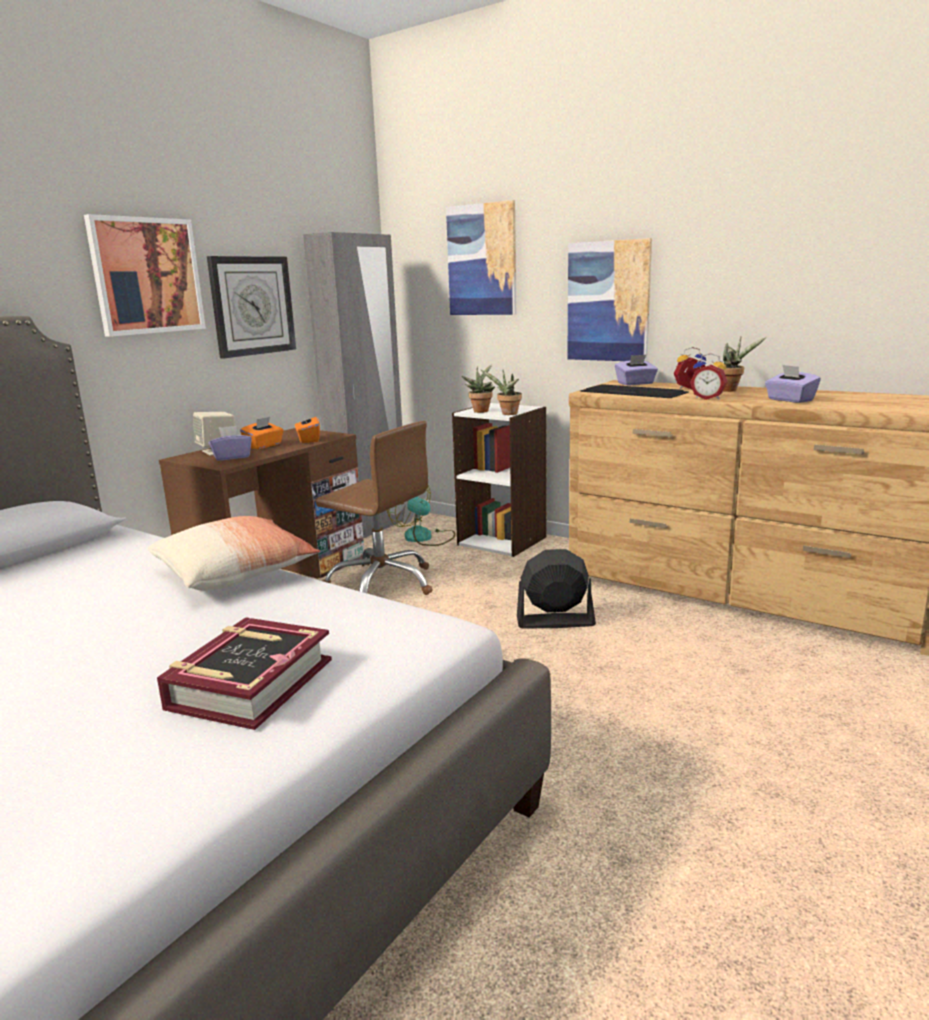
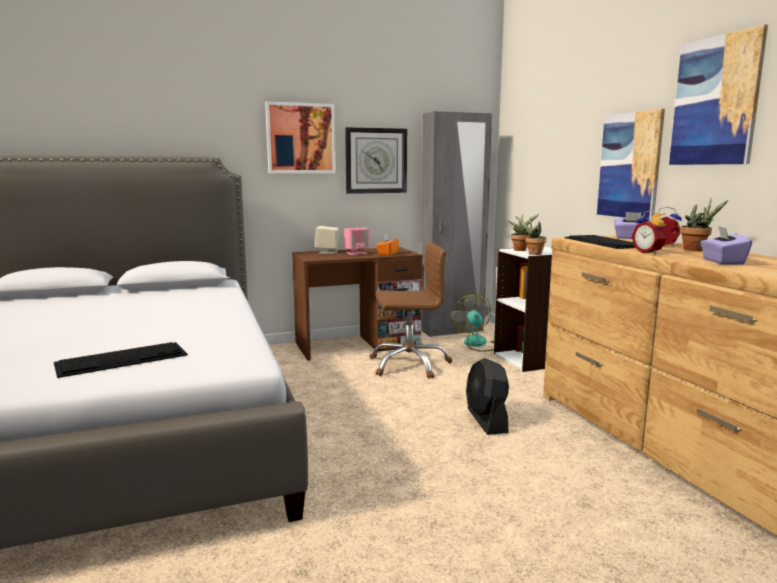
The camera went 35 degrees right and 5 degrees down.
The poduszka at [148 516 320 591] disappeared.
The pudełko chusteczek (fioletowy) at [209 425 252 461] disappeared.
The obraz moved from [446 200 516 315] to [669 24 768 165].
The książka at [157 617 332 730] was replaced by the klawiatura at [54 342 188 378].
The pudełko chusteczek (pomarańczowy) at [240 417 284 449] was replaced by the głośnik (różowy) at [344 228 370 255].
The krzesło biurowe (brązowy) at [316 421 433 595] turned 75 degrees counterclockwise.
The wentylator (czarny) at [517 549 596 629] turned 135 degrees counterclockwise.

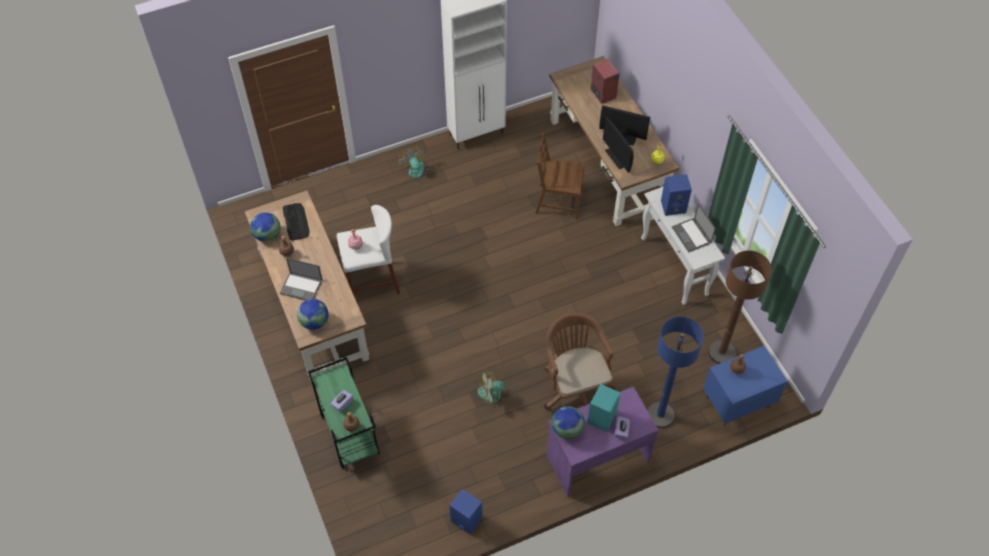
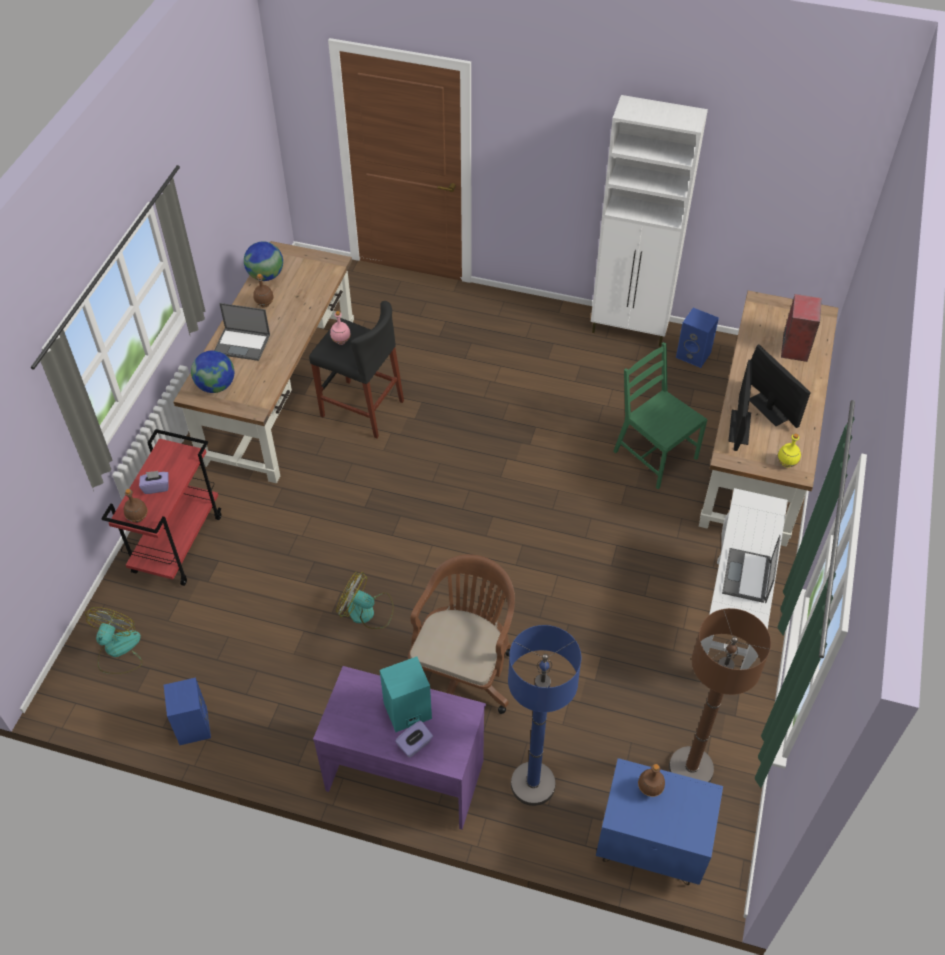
The camera went 40 degrees right and 5 degrees down.
The klawiatura at [283 203 310 240] disappeared.
The globus at [552 406 585 439] disappeared.
The wentylator moved from [398 147 437 186] to [85 607 143 674].
The głośnik (niebieski) moved from [661 174 692 216] to [676 308 719 368].
The wózek (zielony) at [308 357 380 469] became the wózek (czerwony) at [101 429 222 586].
The stołek (biały) at [337 205 400 295] became the stołek (czarny) at [309 301 404 439].
The krzesło (brązowy) at [535 133 585 220] became the krzesło (zielony) at [613 342 707 489].
The laptop at [280 258 323 301] turned 45 degrees counterclockwise.

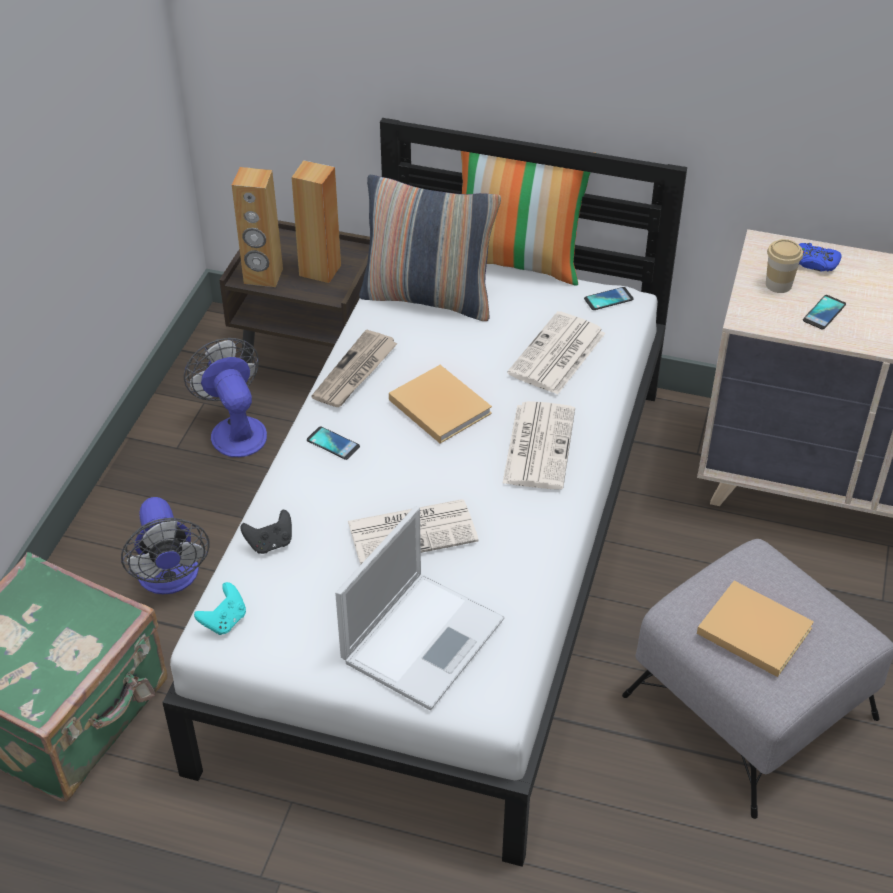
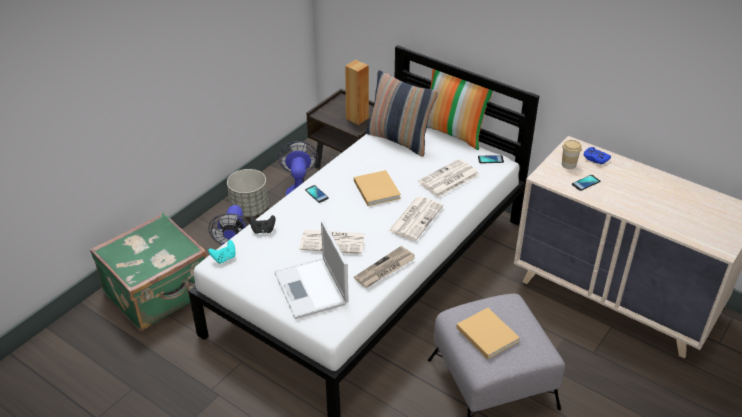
The camera went 20 degrees right and 5 degrees down.
The głośnik (brązowy) at [232 167 283 287] disappeared.
The donica (szary) at [227 169 268 217] appeared.
The gazeta moved from [311 330 398 407] to [354 246 415 288].
The laptop at [335 506 505 710] turned 105 degrees clockwise.

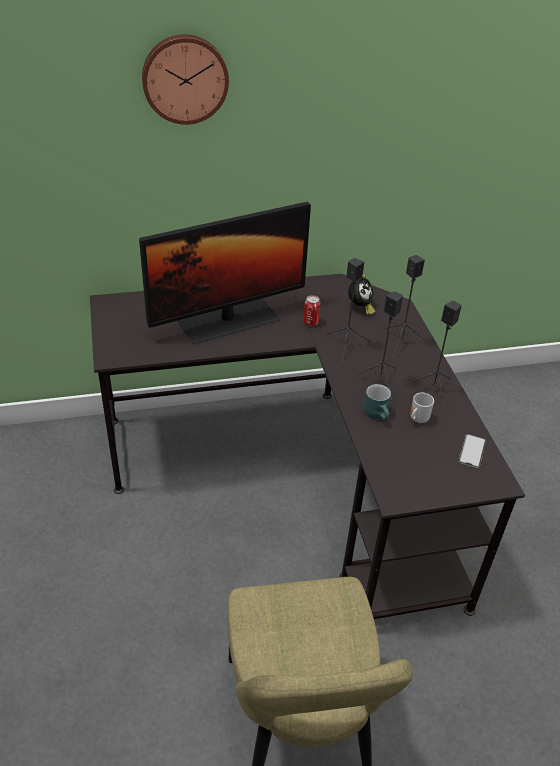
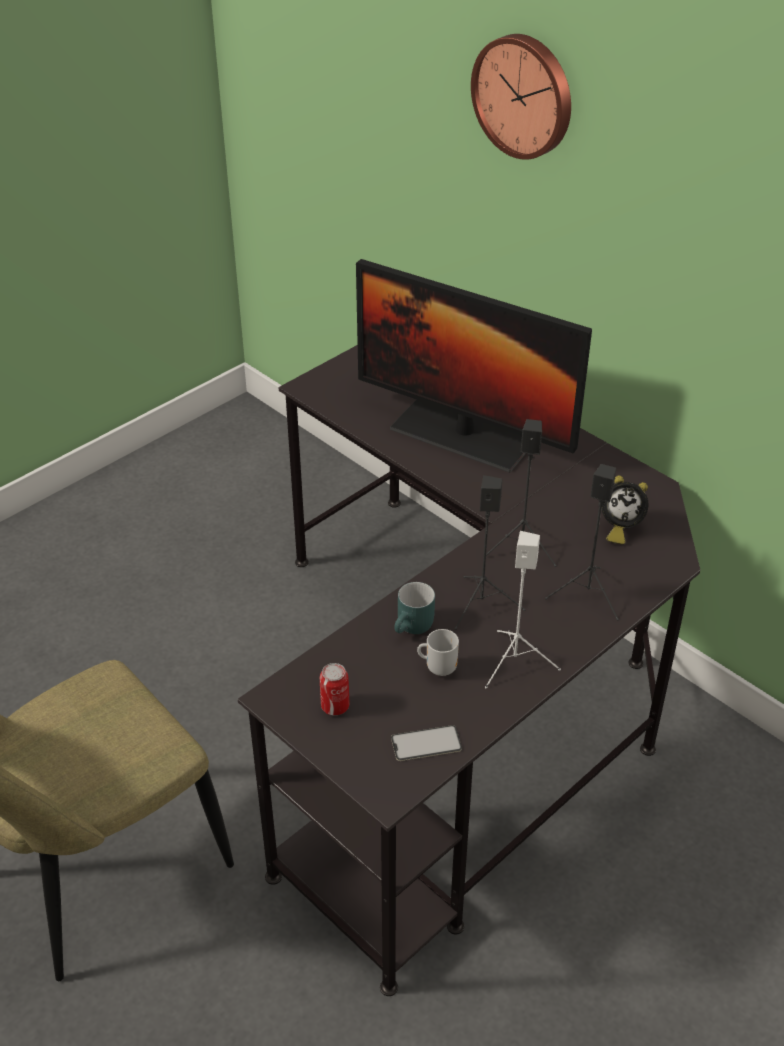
The camera went 60 degrees right and 0 degrees up.
The puszka moved from [303 295 321 326] to [320 663 350 715].
The głośnik (czarny) at [404 301 462 410] became the głośnik (biały) at [485 531 561 688].

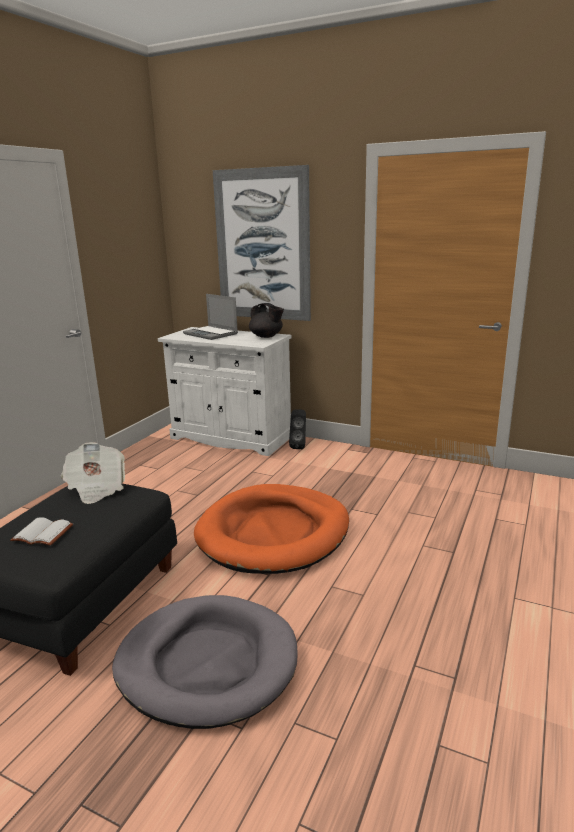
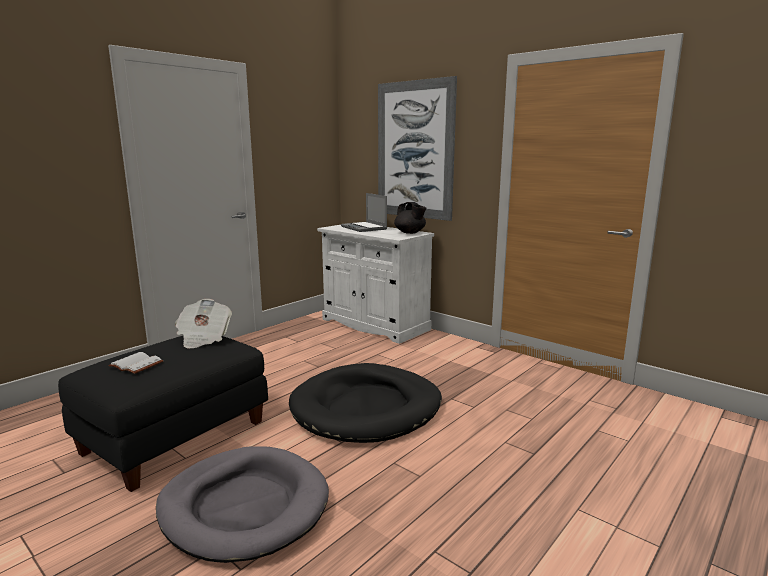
The camera went 15 degrees right and 5 degrees down.
The głośnik (czarny) at [289 409 306 449] disappeared.
The legowisko (pomarańczowy) at [194 484 349 574] became the legowisko (czarny) at [289 363 442 443].

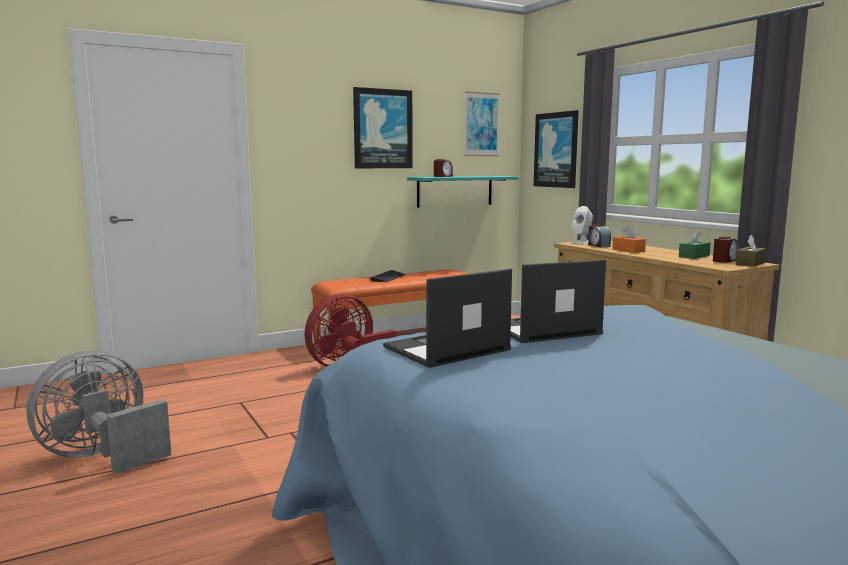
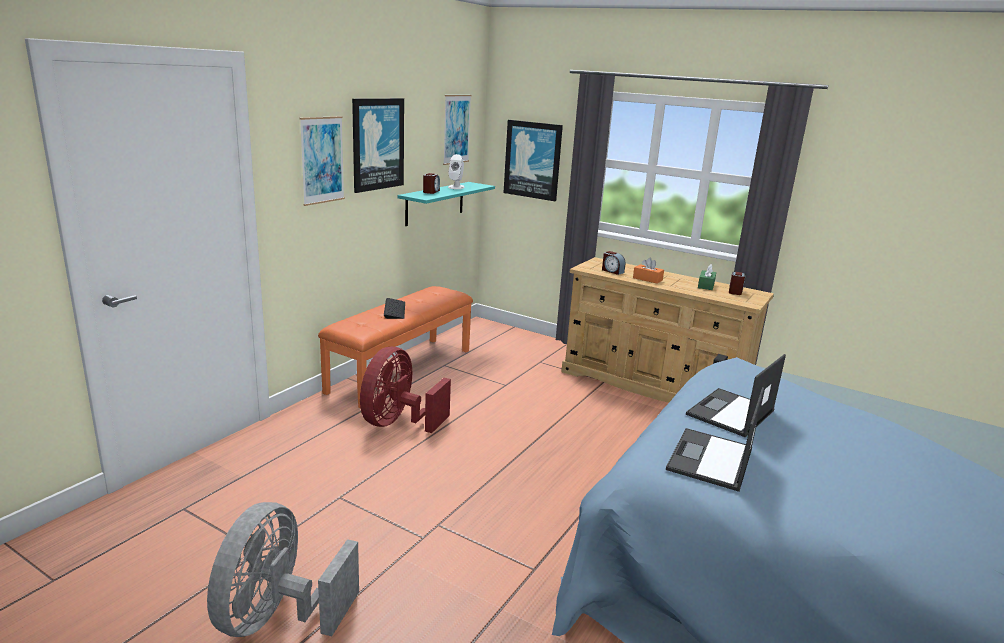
The camera went 30 degrees left and 10 degrees up.
The pudełko chusteczek (brązowy) at [735 235 766 267] disappeared.
The obraz at [299 116 345 206] appeared.
The głośnik (biały) moved from [572 206 593 244] to [448 154 464 189].

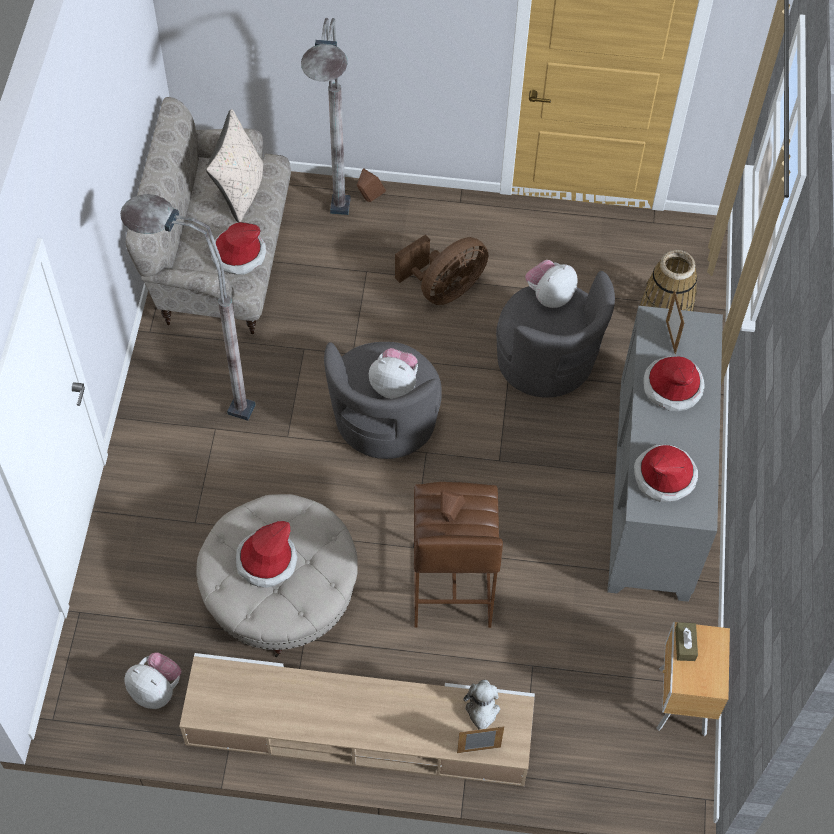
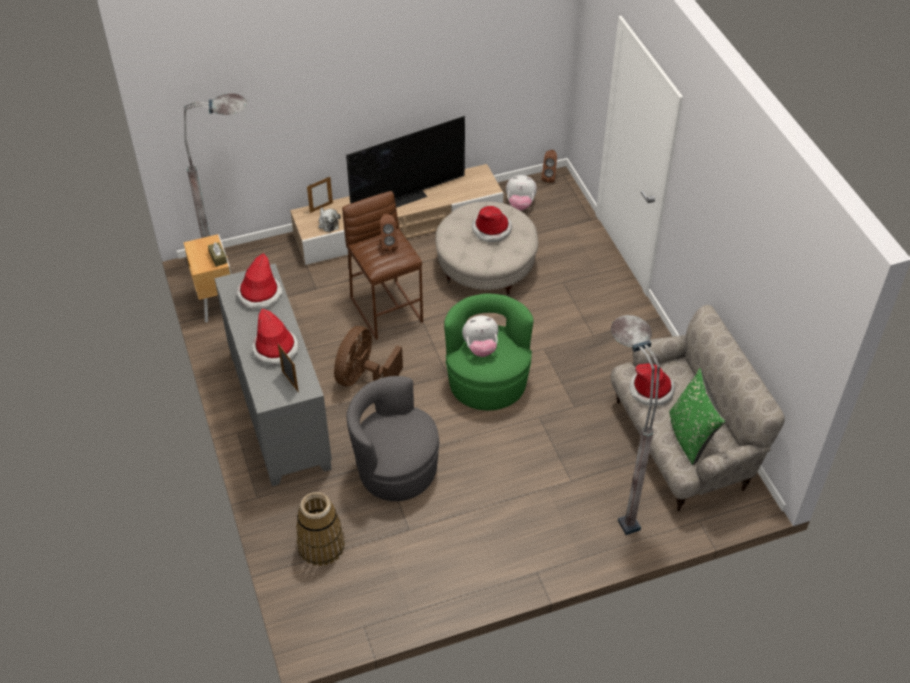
The camera went 155 degrees right and 10 degrees down.
The pluszak at [525 260 578 308] disappeared.
The telewizor at [346 115 465 208] appeared.
The lampa stojąca (szary) moved from [120 194 256 421] to [184 93 247 238].
The głośnik (brązowy) moved from [357 168 386 202] to [542 150 557 183].
The wentylator (brązowy) moved from [395 235 488 305] to [334 326 403 386].
The poduszka (beżowy) at [206 109 263 223] became the poduszka (zielony) at [669 368 726 465].
The fotel (szary) at [324 342 442 459] became the fotel (zielony) at [444 293 534 410].

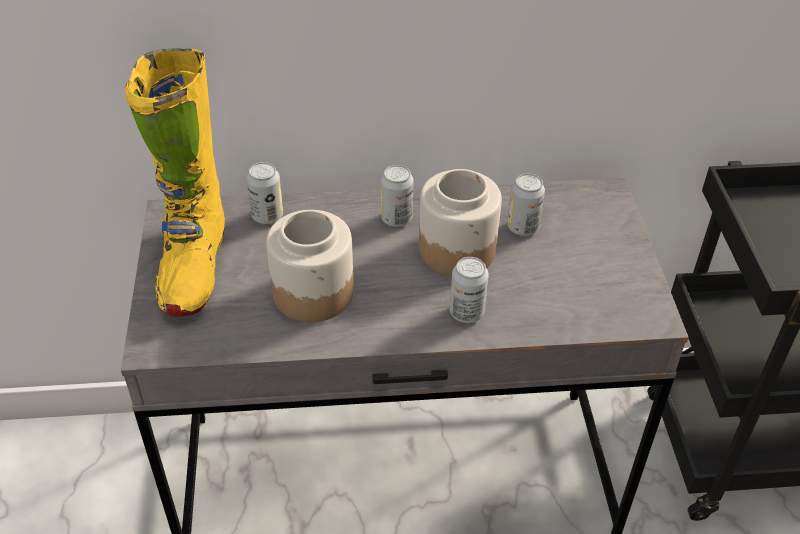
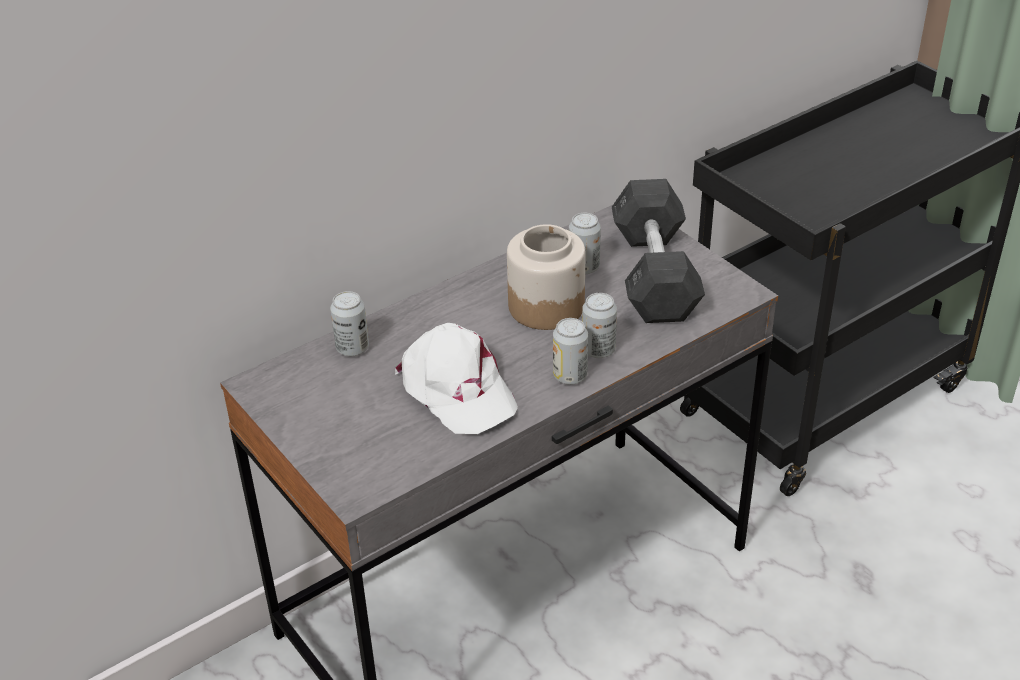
The camera went 30 degrees left and 5 degrees down.
The but z cholewką (żółty) at [125 48 225 317] disappeared.
The hantel (szary) at [612 179 705 323] appeared.
The puszka moved from [381 165 414 227] to [553 318 588 385].
The słoik at [266 210 354 322] was replaced by the czapka z daszkiem (biały) at [394 323 518 434].

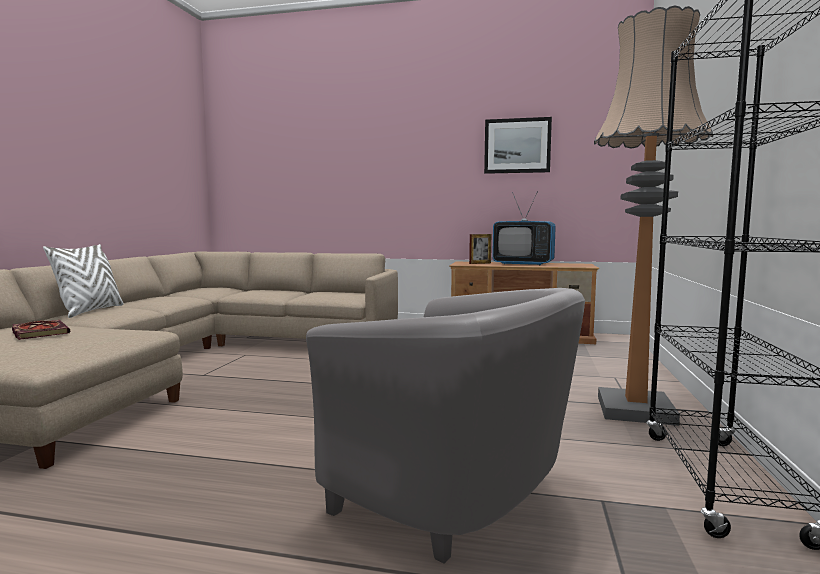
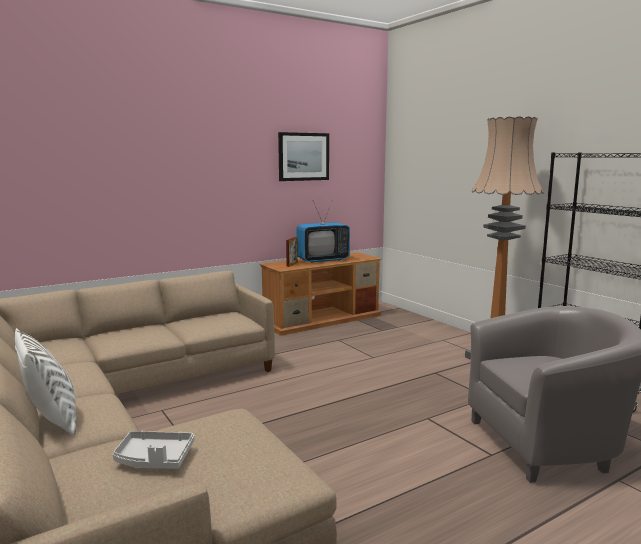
The camera went 45 degrees left and 5 degrees up.
The książka at [12 320 70 340] was replaced by the taca (szary) at [113 431 194 469].

